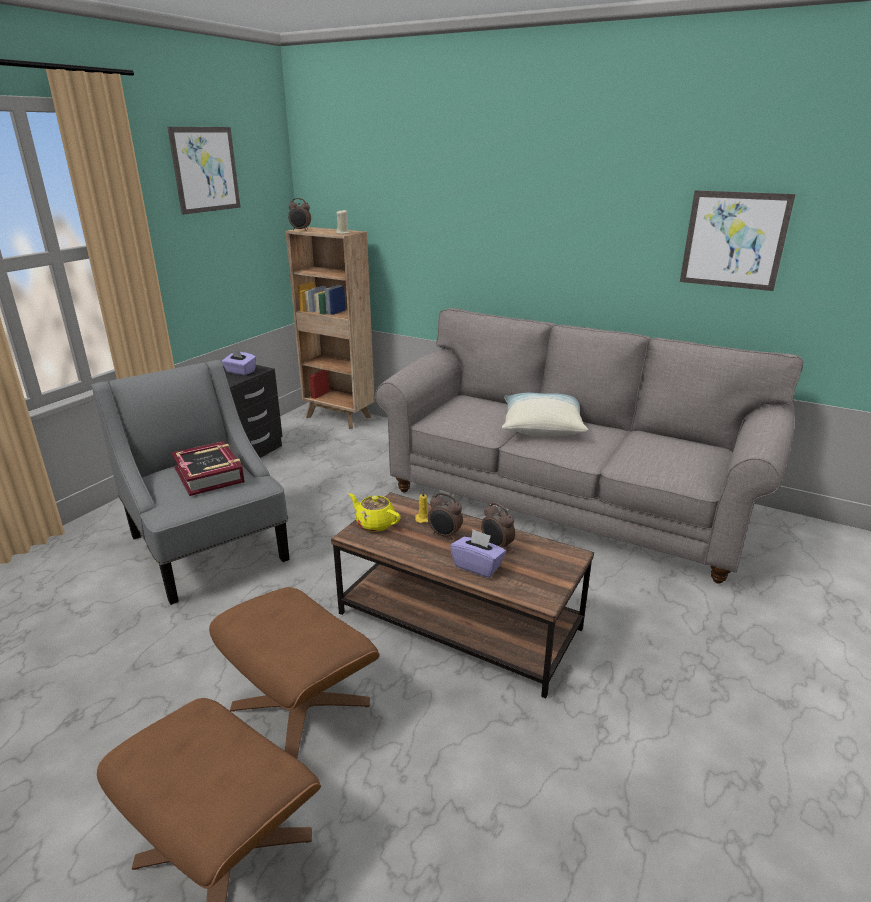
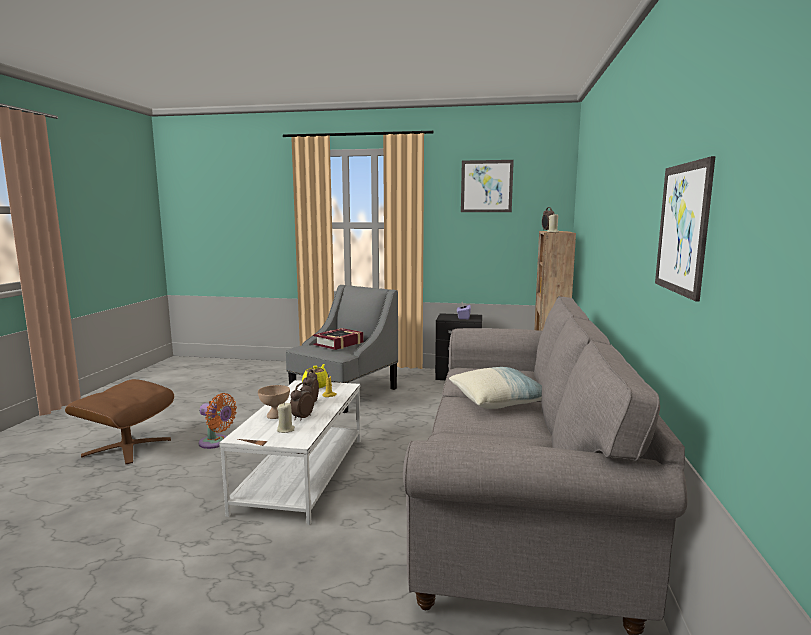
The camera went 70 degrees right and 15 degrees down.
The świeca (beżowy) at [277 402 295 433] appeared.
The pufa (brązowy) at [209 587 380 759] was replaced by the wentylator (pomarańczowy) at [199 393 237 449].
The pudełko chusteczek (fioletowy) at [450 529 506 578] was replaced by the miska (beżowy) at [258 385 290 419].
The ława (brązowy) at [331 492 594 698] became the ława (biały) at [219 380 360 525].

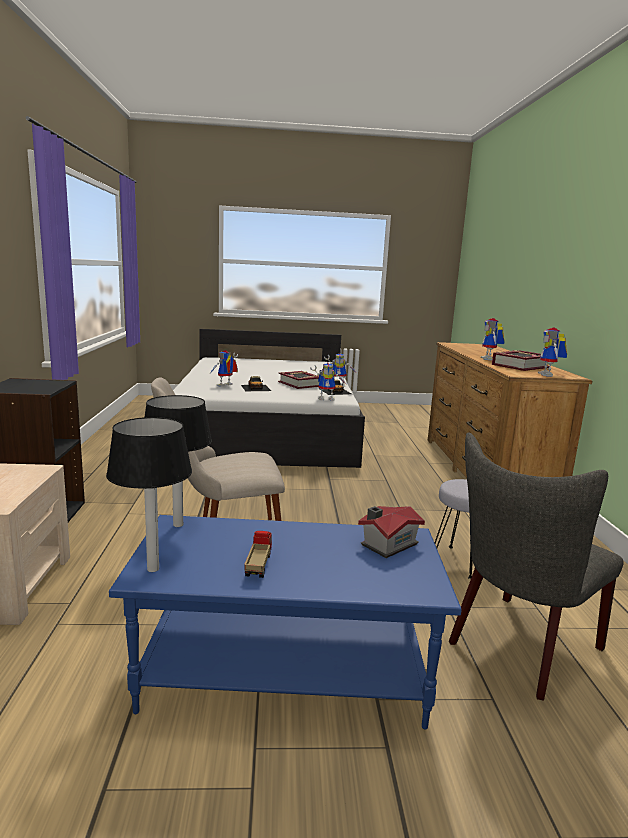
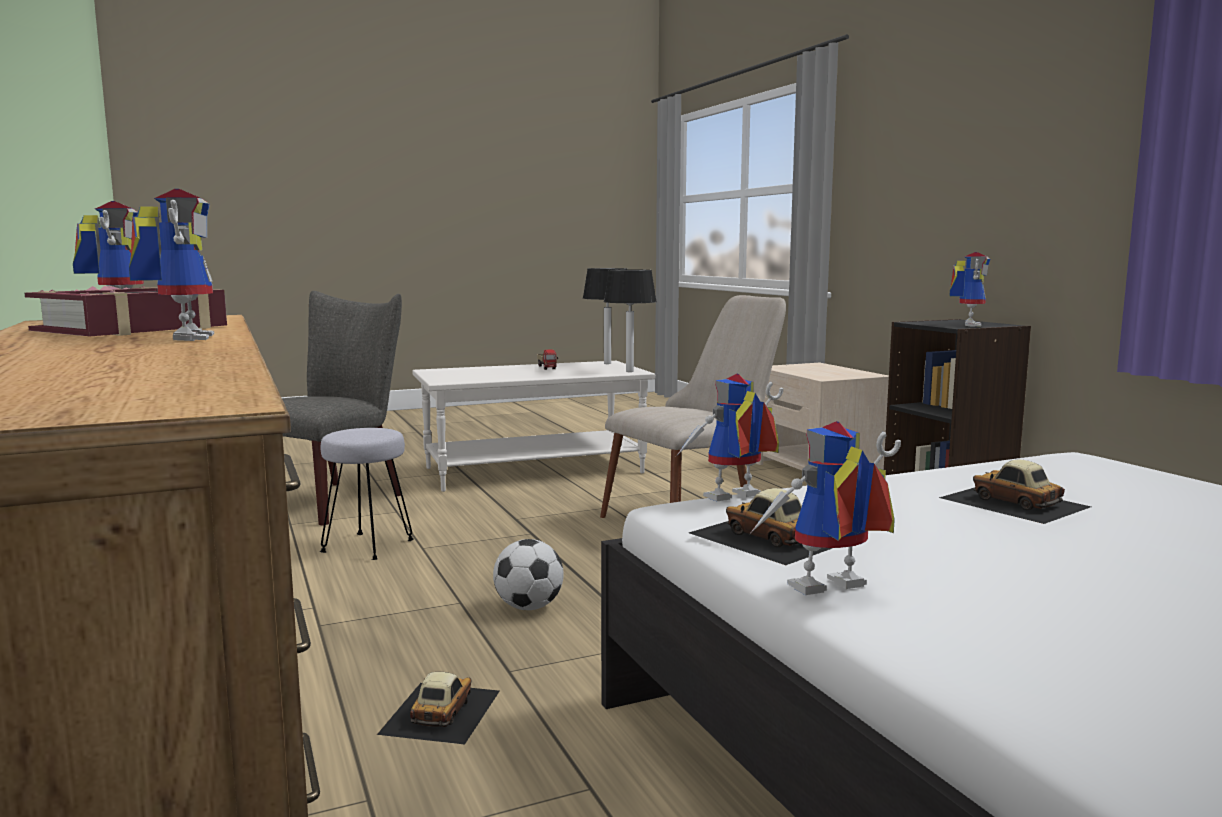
The camera went 160 degrees right and 5 degrees down.
The książka at [278 371 319 389] disappeared.
The domek at [358 506 425 558] disappeared.
The samochodzik at [377 672 500 745] appeared.
The piłka futbolowa at [493 539 564 610] appeared.
The robot zabawkowy moved from [210 350 238 387] to [950 252 990 327].
The ława (niebieski) at [109 515 462 730] became the ława (biały) at [412 361 655 492].

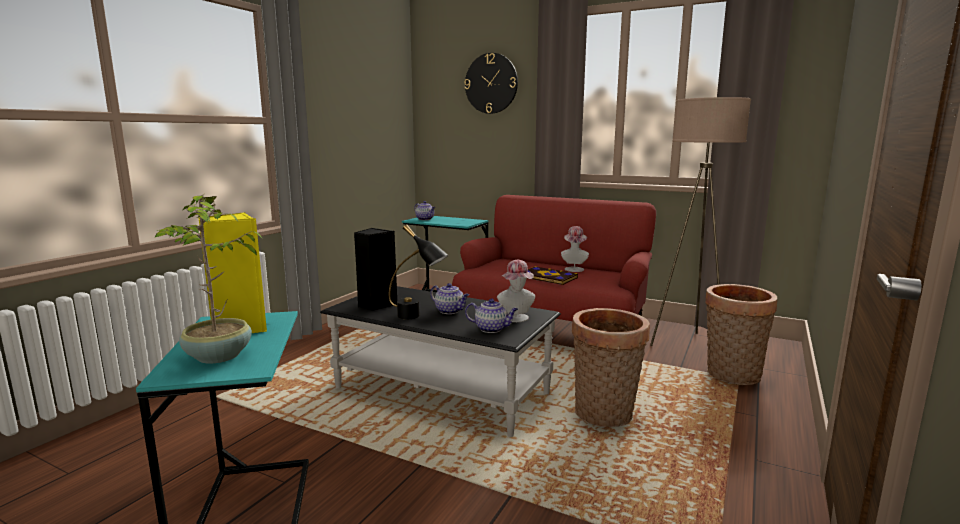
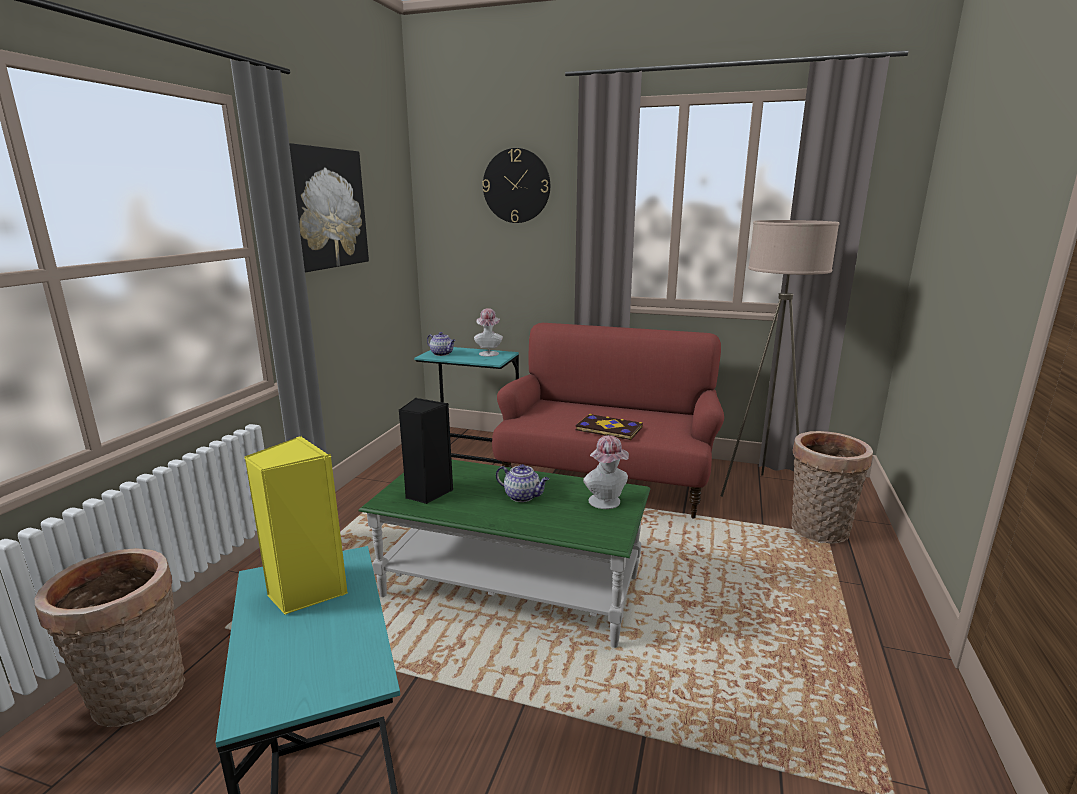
The camera went 10 degrees left and 5 degrees up.
The roślina doniczkowa at [154 194 264 364] disappeared.
The lampa stołowa (czarny) at [389 224 448 319] disappeared.
The imbryk at [465 299 518 333] disappeared.
The obraz at [289 143 369 272] appeared.
The kapelusz moved from [561 226 589 272] to [474 308 503 357].
The koszyk moved from [572 308 650 427] to [35 548 185 727].
The ława (czarny) at [320 286 561 437] became the ława (zielony) at [358 460 650 648].

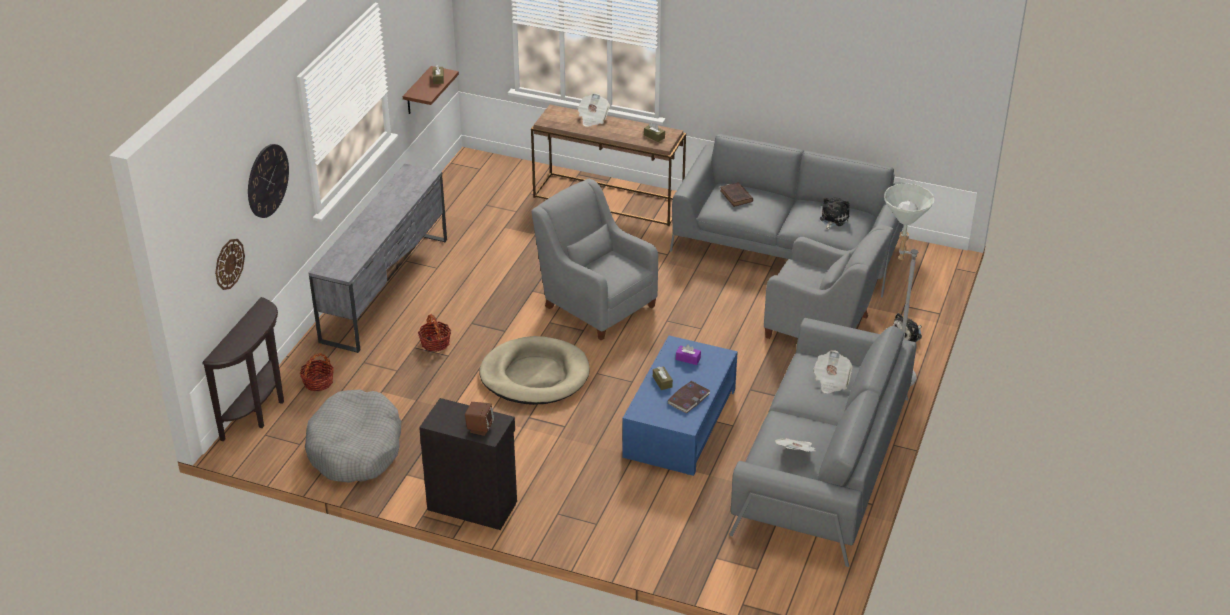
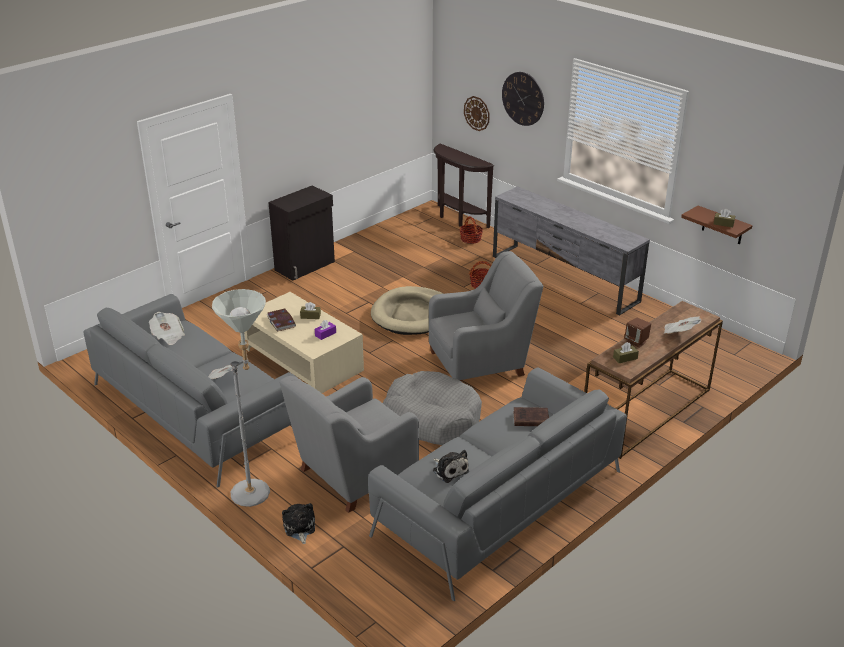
The camera went 115 degrees right and 5 degrees down.
The legowisko (szary) moved from [305 389 401 483] to [383 371 482 445].
The głośnik (brązowy) moved from [465 402 494 436] to [624 318 651 348].
The ława (niebieski) at [622 336 738 476] became the ława (beżowy) at [244 292 364 393].

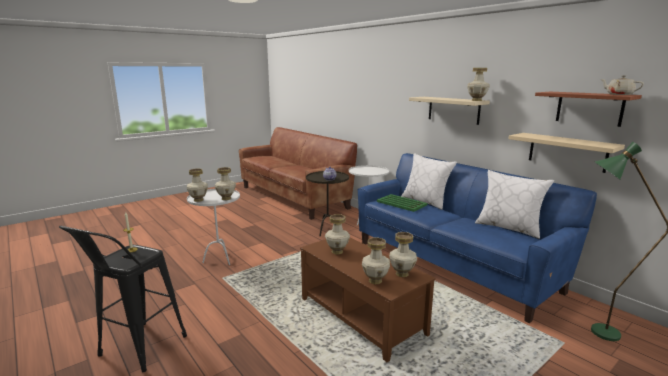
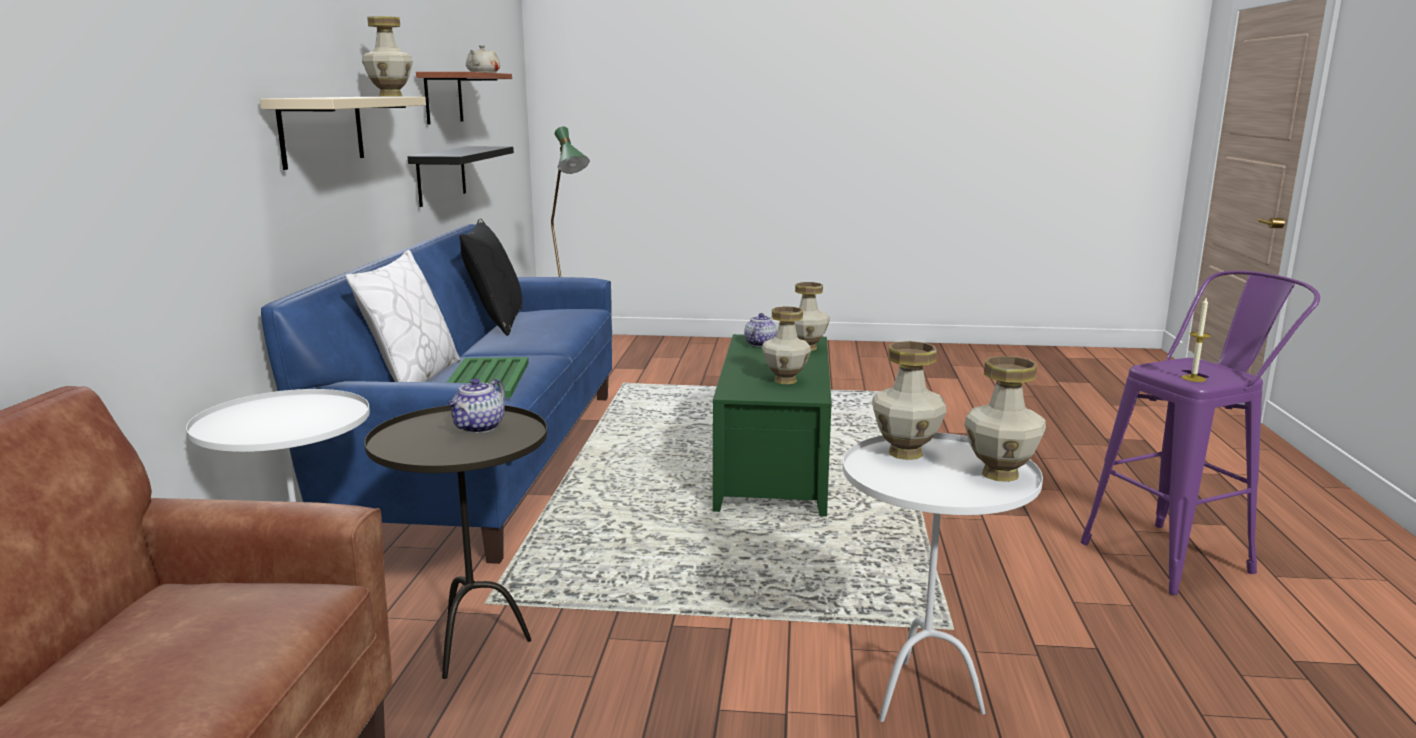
The camera went 135 degrees left and 0 degrees up.
The wazon at [389 232 417 277] was replaced by the imbryk at [744 313 777 347].
The stołek (czarny) at [59 225 187 372] became the stołek (fioletowy) at [1081 271 1320 595].
The ława (brązowy) at [300 238 435 362] became the ława (zielony) at [713 334 832 517].
The poduszka (biały) at [475 170 554 239] became the poduszka (czarny) at [459 218 523 336].
The półka (beżowy) at [509 133 625 173] became the półka (czarny) at [408 146 514 207].

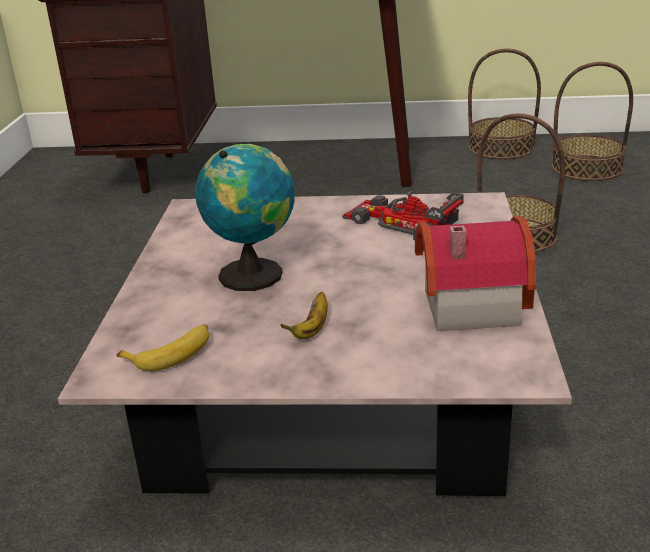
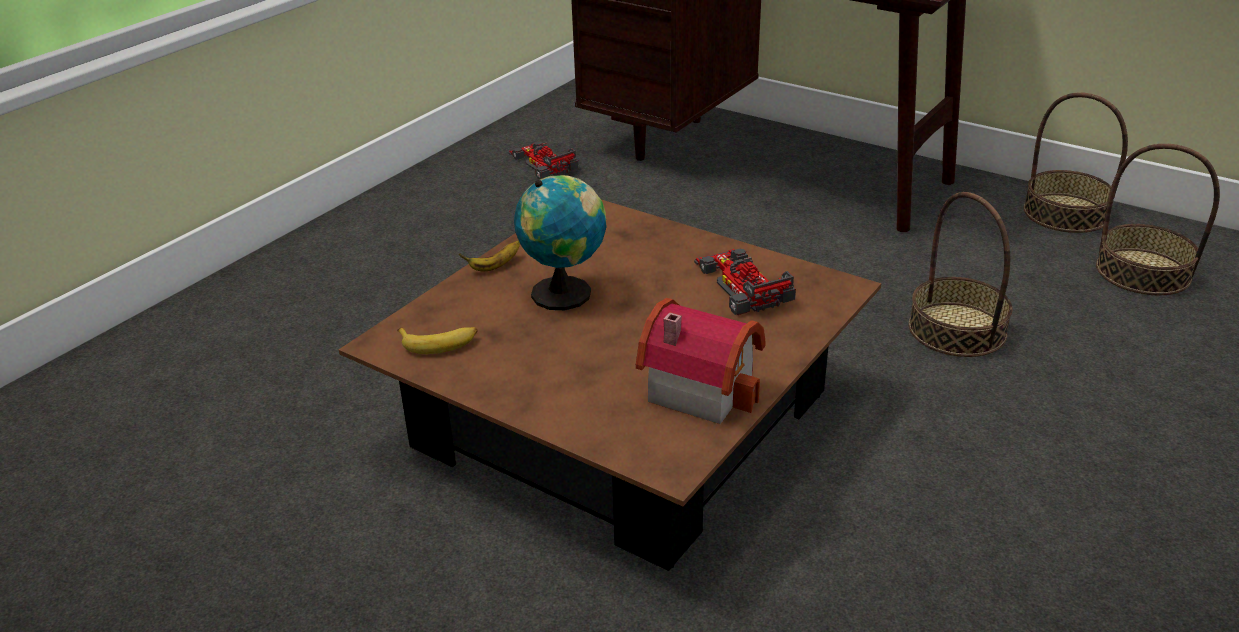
The camera went 30 degrees right and 5 degrees up.
The samochodzik at [508 142 579 180] appeared.
The banan moved from [281 291 328 339] to [459 240 520 271].
The ława (różowy) at [58 192 572 496] became the ława (brązowy) at [339 200 881 571].

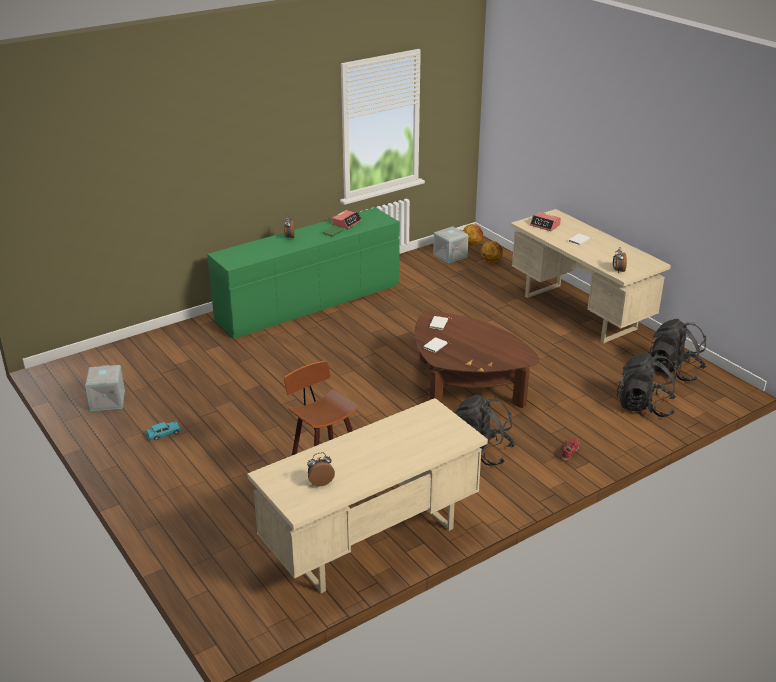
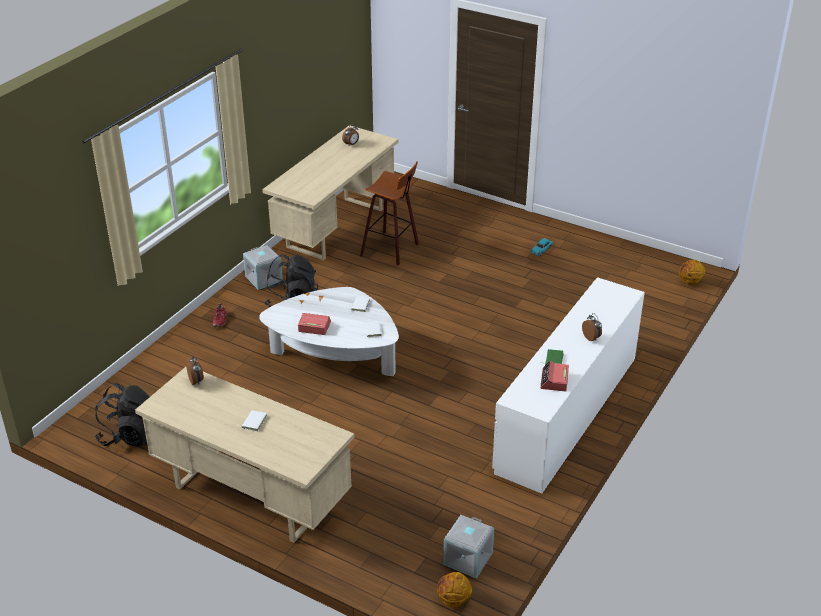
The camera went 155 degrees right and 5 degrees up.
The plecak (czarny) at [617 353 676 417] disappeared.
The pojemnik do przechowywania (szary) moved from [85 365 125 411] to [243 245 283 290].
The piłka do koszykówki moved from [481 241 503 263] to [679 260 705 285].
The budzik moved from [530 212 561 231] to [298 313 331 335].
The komoda (zielony) at [207 207 400 339] became the komoda (biały) at [492 277 645 493].
The ława (brązowy) at [415 312 540 408] became the ława (biały) at [259 287 399 376].

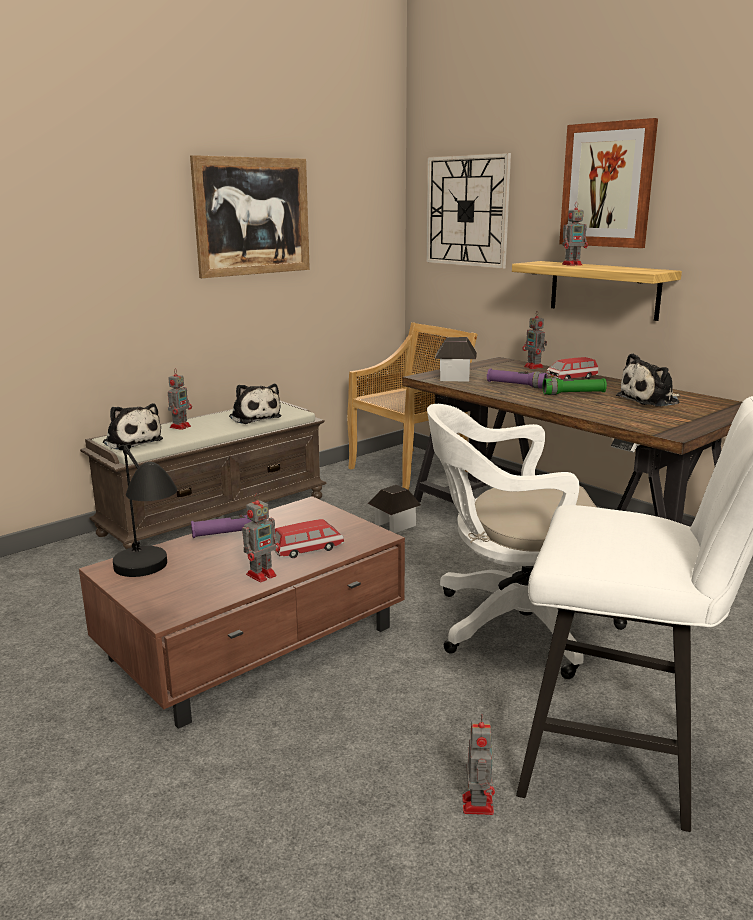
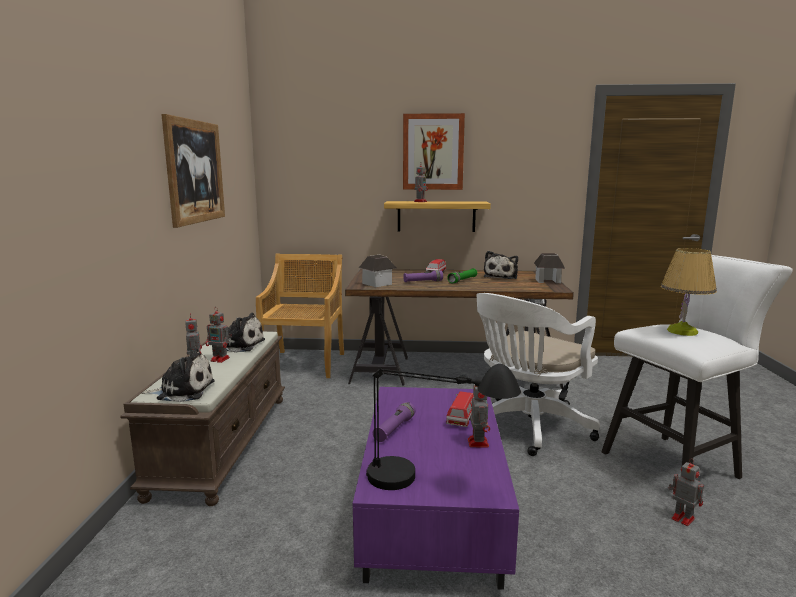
The camera went 45 degrees left and 5 degrees down.
The zegar ścienny at [426 153 511 269] disappeared.
The lampa stołowa at [661 248 717 336] appeared.
The domek moved from [368 485 421 533] to [534 253 565 283].
The robot zabawkowy moved from [522 311 547 369] to [206 307 232 363].
The ława (brązowy) at [79 496 405 729] became the ława (fioletowy) at [353 387 519 590].

